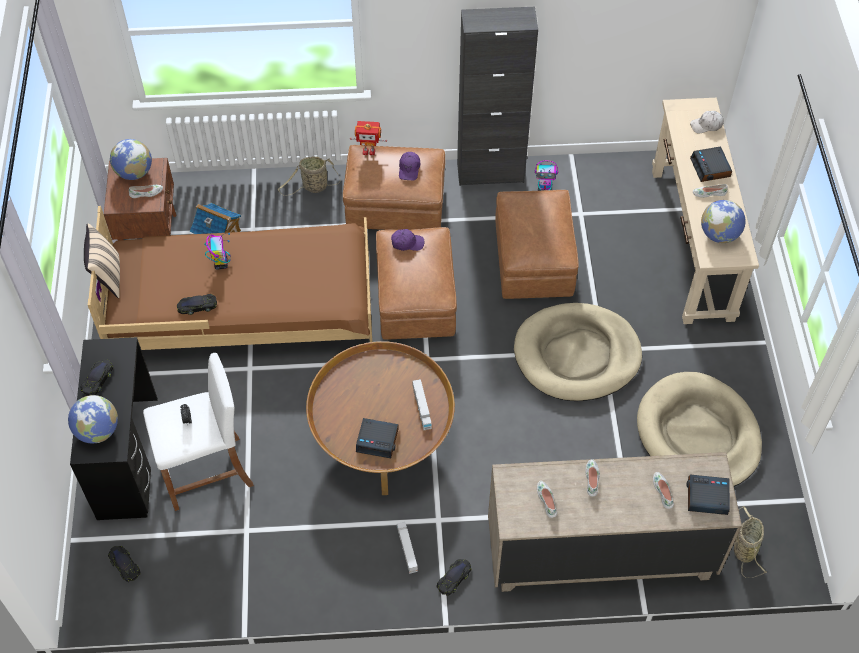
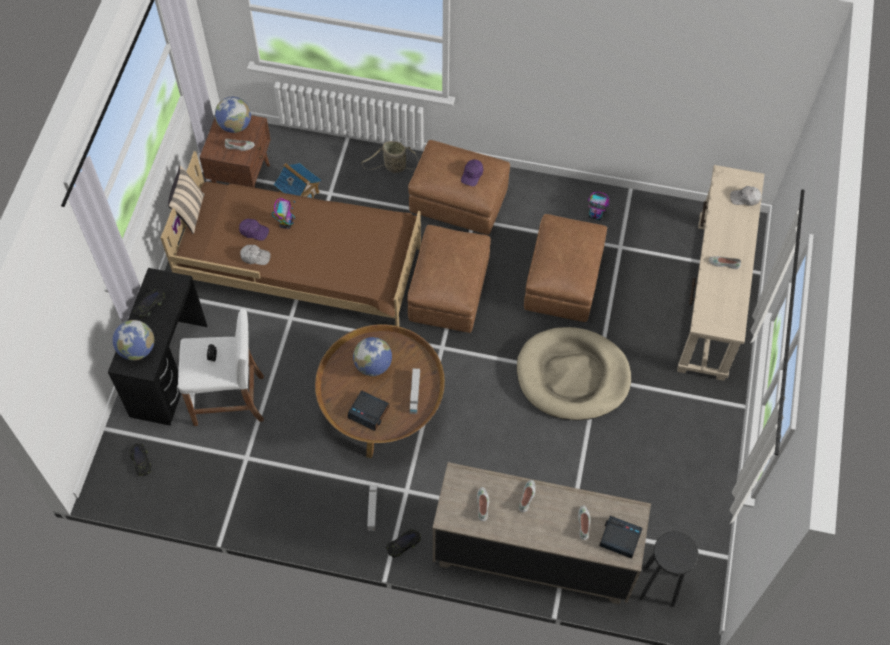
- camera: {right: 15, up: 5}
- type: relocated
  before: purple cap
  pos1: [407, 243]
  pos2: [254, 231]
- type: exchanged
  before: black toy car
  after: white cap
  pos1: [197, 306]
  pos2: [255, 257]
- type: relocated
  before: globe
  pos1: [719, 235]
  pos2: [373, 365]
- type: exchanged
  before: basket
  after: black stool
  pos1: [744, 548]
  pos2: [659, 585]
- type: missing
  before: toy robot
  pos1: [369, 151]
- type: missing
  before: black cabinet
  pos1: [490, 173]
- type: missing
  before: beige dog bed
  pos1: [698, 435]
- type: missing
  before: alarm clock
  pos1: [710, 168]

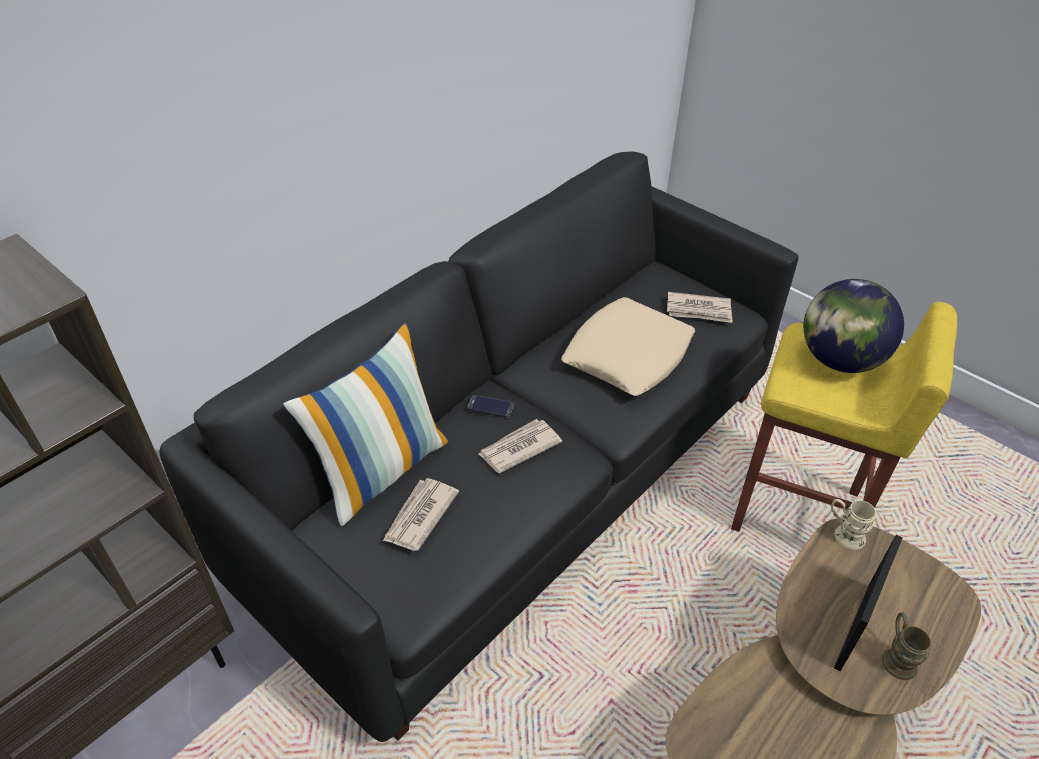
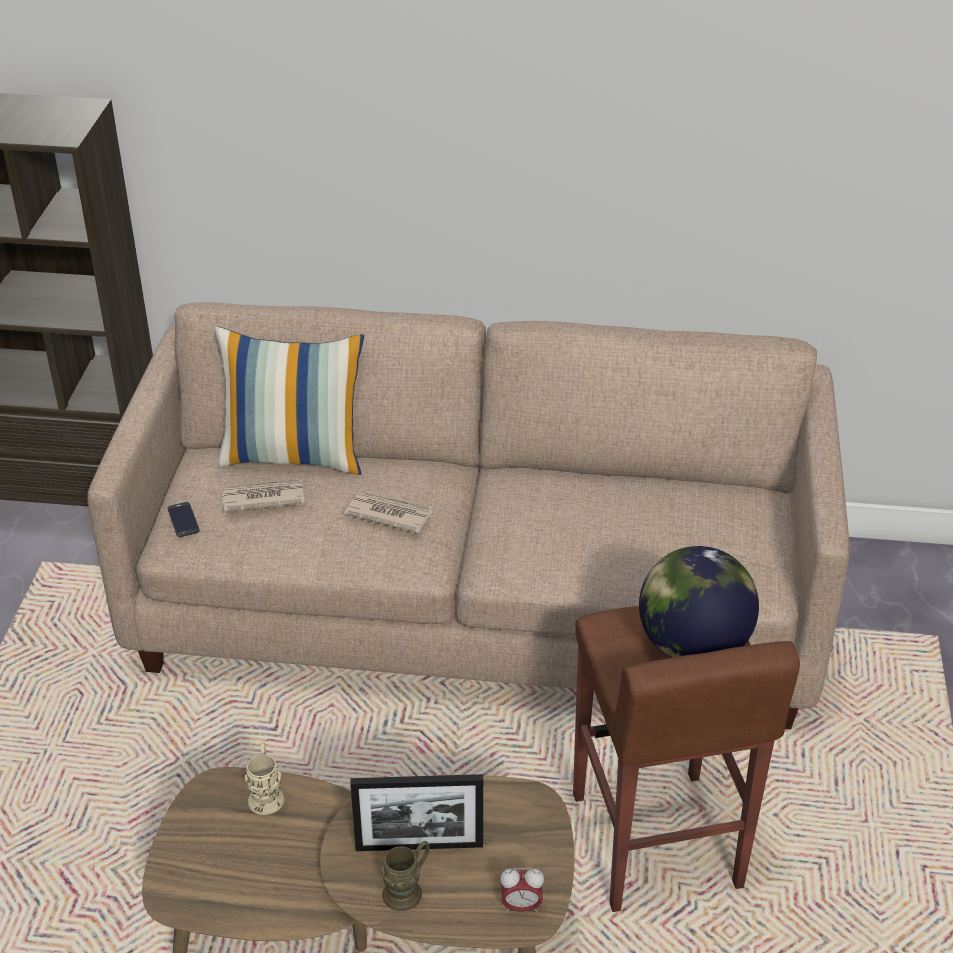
- camera: {right: 55, up: -5}
- type: colour
  before: black sofa
  after: beige sofa
  pos1: [518, 480]
  pos2: [478, 606]
- type: relocated
  before: phone
  pos1: [490, 406]
  pos2: [183, 520]
- type: relocated
  before: beige mug
  pos1: [844, 534]
  pos2: [266, 794]
- type: appeared
  after: alarm clock
  pos2: [521, 906]
- type: colour
  before: yellow stool
  after: brown stool
  pos1: [797, 513]
  pos2: [654, 843]
- type: missing
  before: beige pillow
  pos1: [628, 354]
- type: missing
  before: newspaper
  pos1: [699, 310]

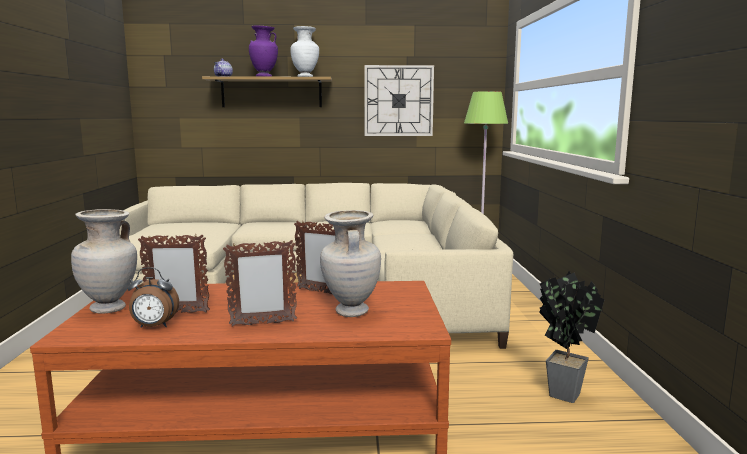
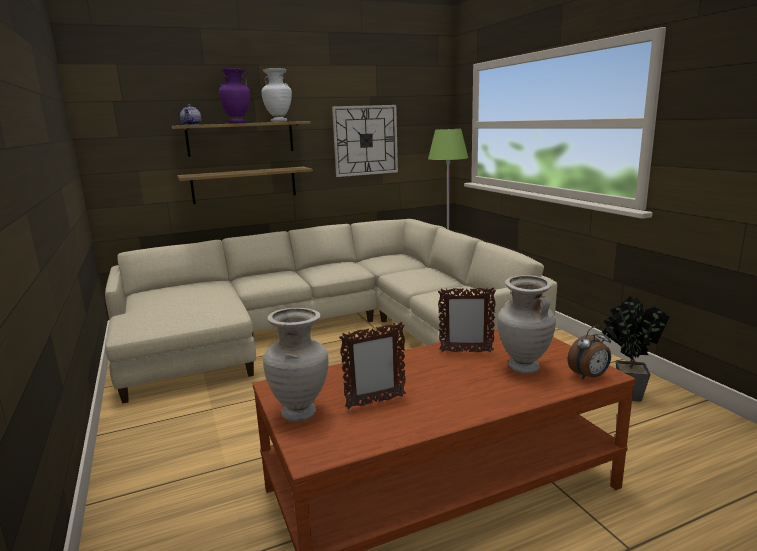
- camera: {right: -20, up: 5}
- type: appeared
  after: shelf
  pos2: [244, 185]
- type: relocated
  before: alarm clock
  pos1: [154, 326]
  pos2: [589, 376]
- type: missing
  before: picture frame
  pos1: [262, 323]

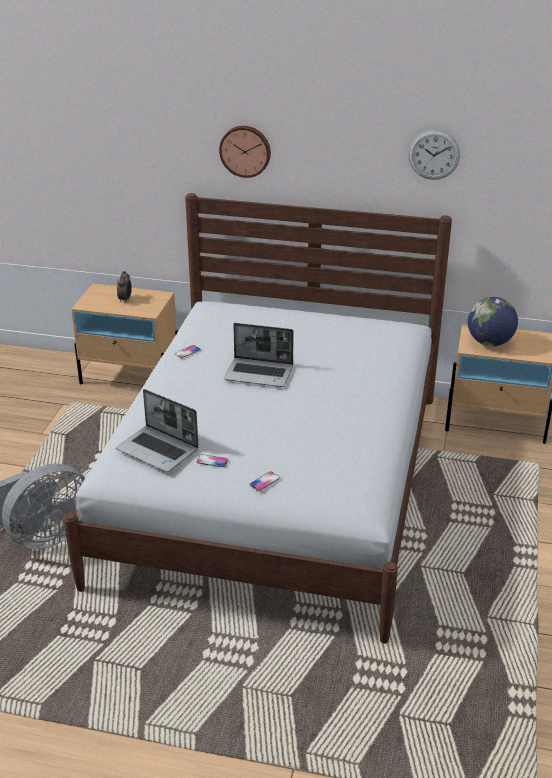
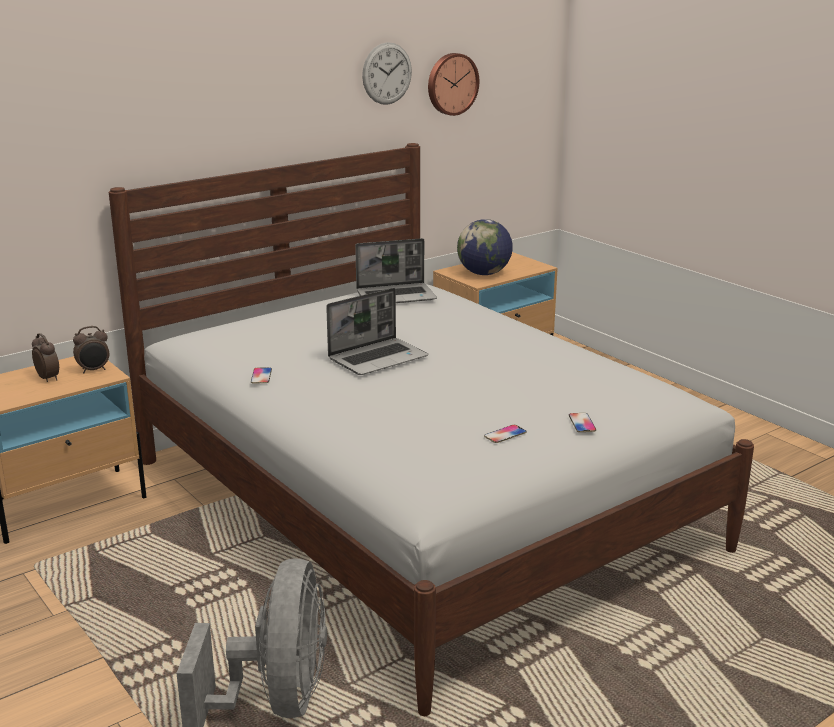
- camera: {right: -50, up: -10}
- type: appeared
  after: alarm clock
  pos2: [94, 370]
- type: relocated
  before: laptop
  pos1: [158, 450]
  pos2: [397, 296]
- type: relocated
  before: wall clock
  pos1: [245, 150]
  pos2: [451, 84]

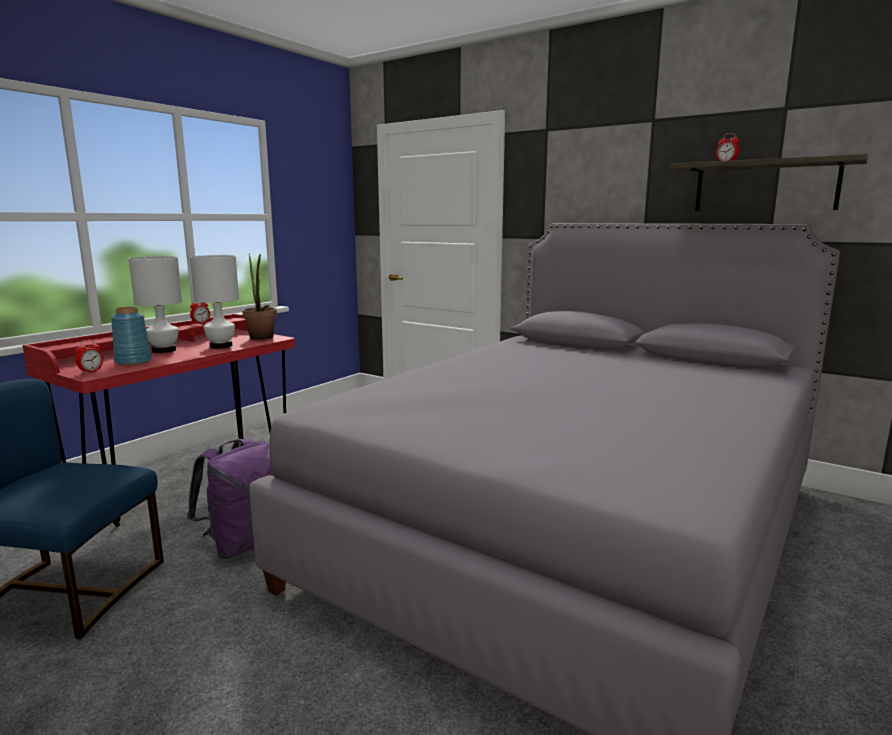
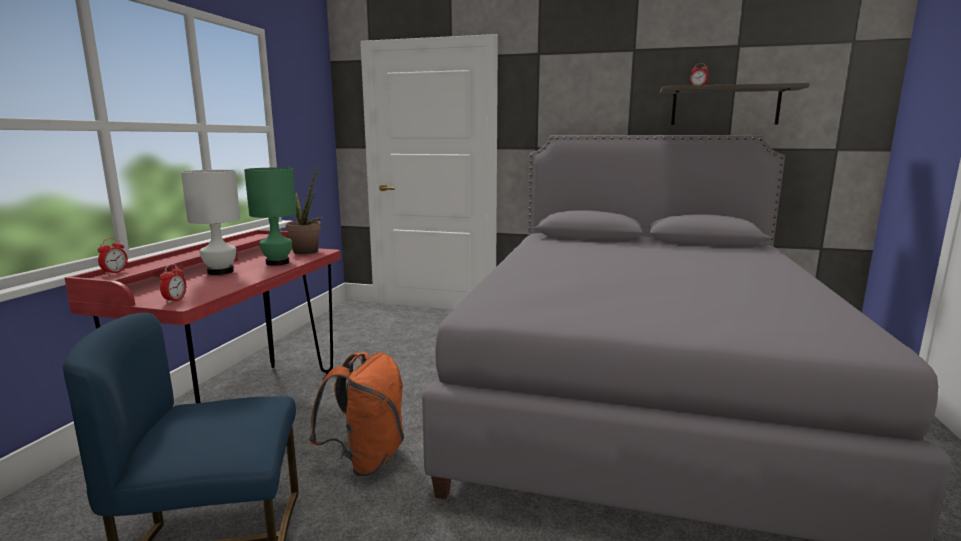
- camera: {right: -20, up: 0}
- type: relocated
  before: alarm clock
  pos1: [201, 323]
  pos2: [115, 272]
- type: colour
  before: white table lamp
  after: green table lamp
  pos1: [220, 346]
  pos2: [277, 263]
- type: colour
  before: purple backpack
  after: orange backpack
  pos1: [242, 544]
  pos2: [366, 459]
- type: missing
  before: blue vase
  pos1: [132, 362]

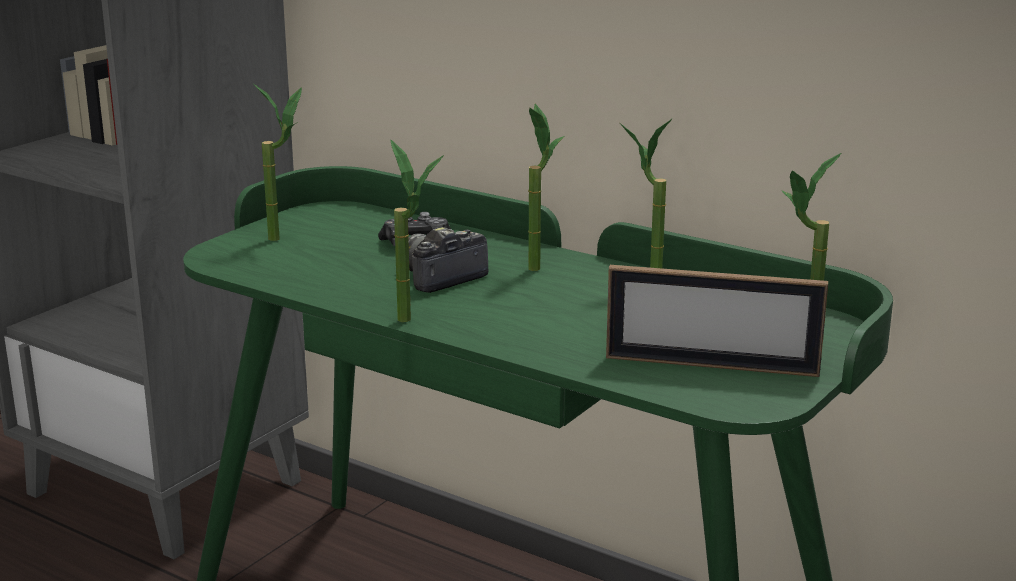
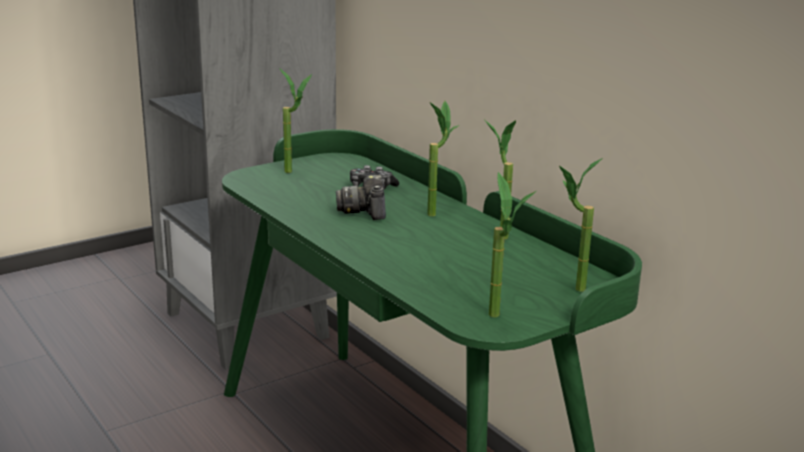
- camera: {right: 20, up: 0}
- type: spun
  before: photo camera
  pos1: [440, 278]
  pos2: [365, 211]
  turn: -75
- type: relocated
  before: potted plant
  pos1: [416, 322]
  pos2: [502, 319]
- type: missing
  before: picture frame
  pos1: [711, 365]

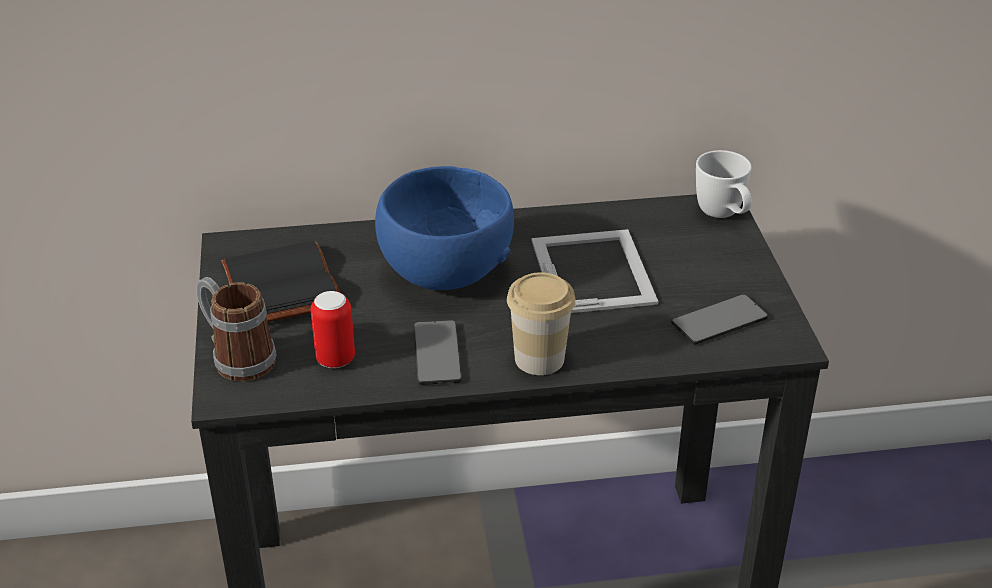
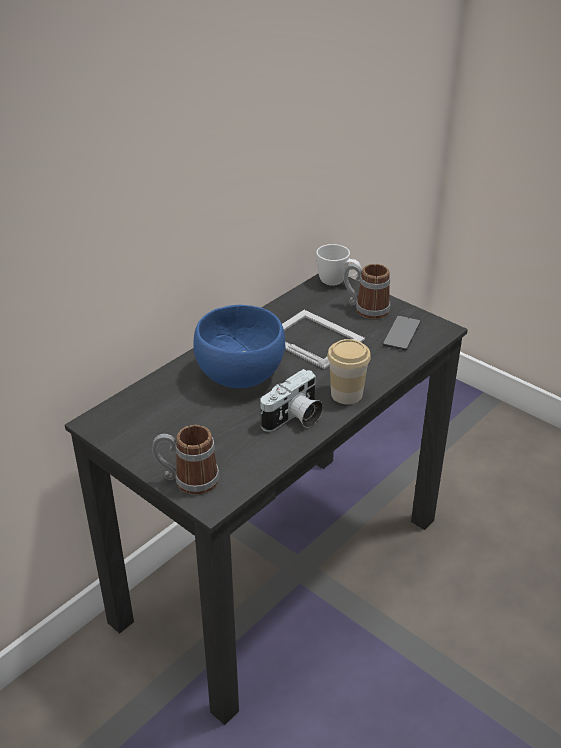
- camera: {right: -40, up: 0}
- type: exchanged
  before: phone
  after: photo camera
  pos1: [437, 354]
  pos2: [294, 419]
- type: appeared
  after: mug
  pos2: [365, 308]
- type: missing
  before: black book
  pos1: [285, 287]
- type: missing
  before: can
  pos1: [335, 359]

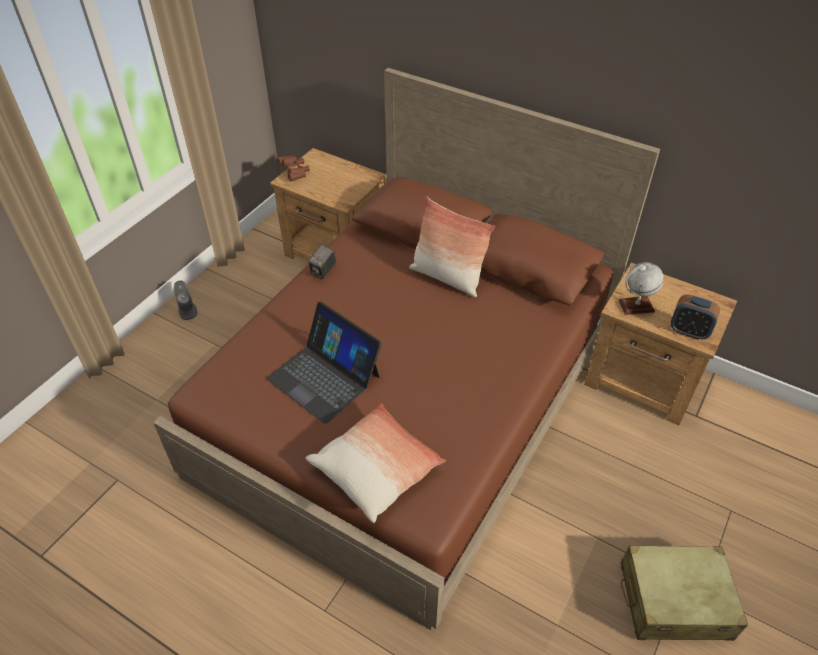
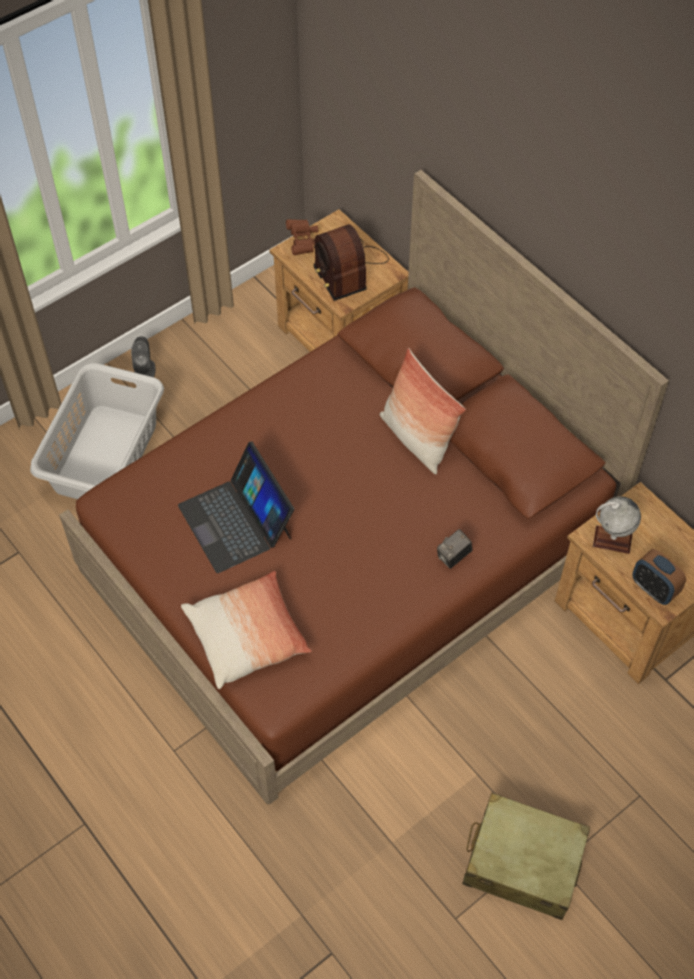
- camera: {right: 20, up: 10}
- type: appeared
  after: grey laundry basket
  pos2: [107, 455]
- type: appeared
  after: radio
  pos2: [347, 269]
- type: relocated
  before: photo camera
  pos1: [323, 271]
  pos2: [453, 557]

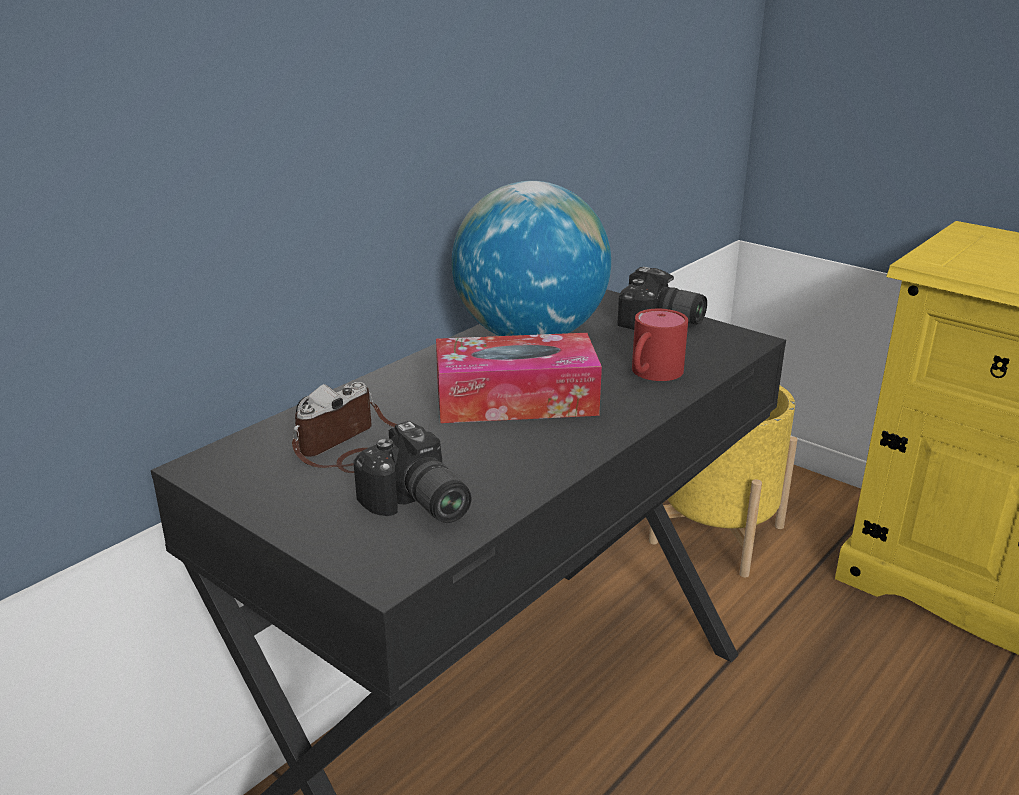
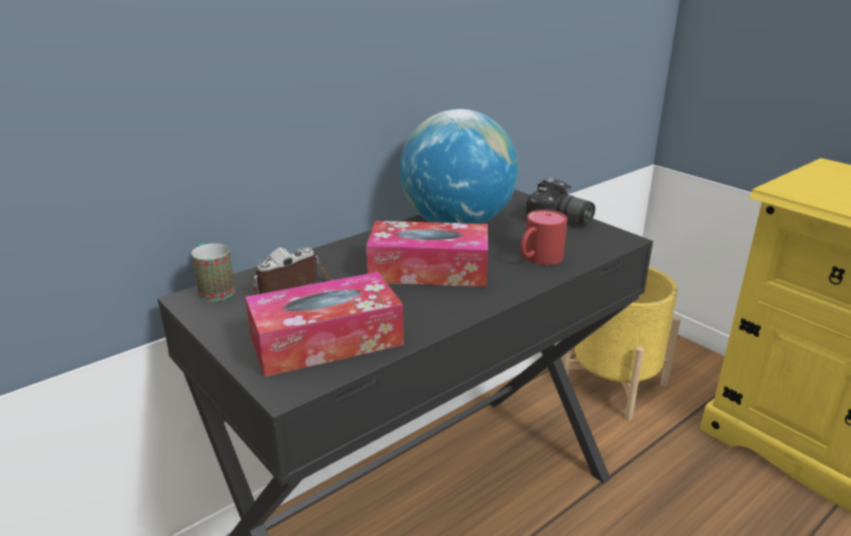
- camera: {right: 10, up: 0}
- type: appeared
  after: mug
  pos2: [214, 289]
- type: exchanged
  before: photo camera
  after: tissue box
  pos1: [416, 506]
  pos2: [326, 341]

